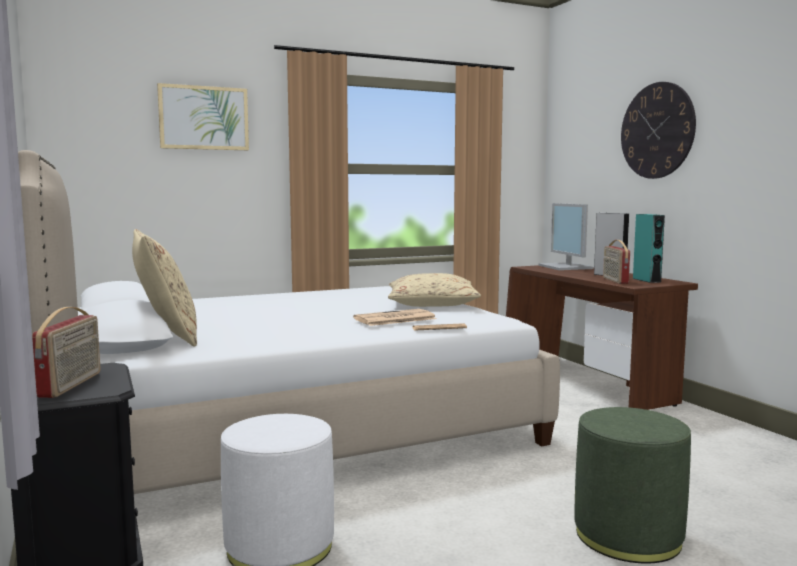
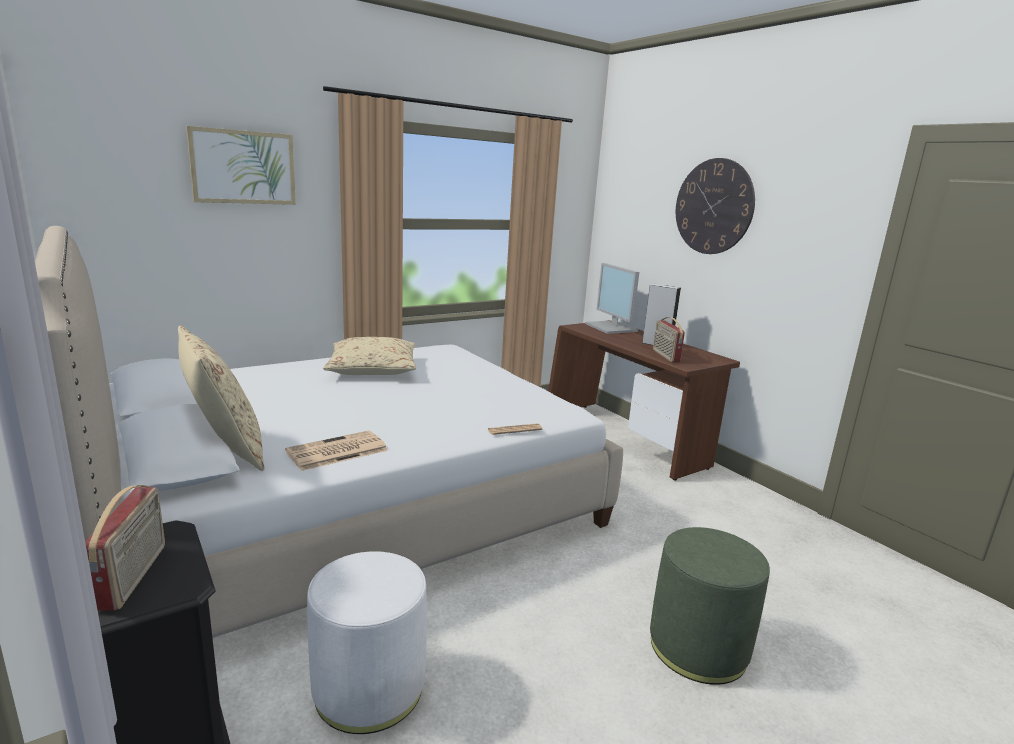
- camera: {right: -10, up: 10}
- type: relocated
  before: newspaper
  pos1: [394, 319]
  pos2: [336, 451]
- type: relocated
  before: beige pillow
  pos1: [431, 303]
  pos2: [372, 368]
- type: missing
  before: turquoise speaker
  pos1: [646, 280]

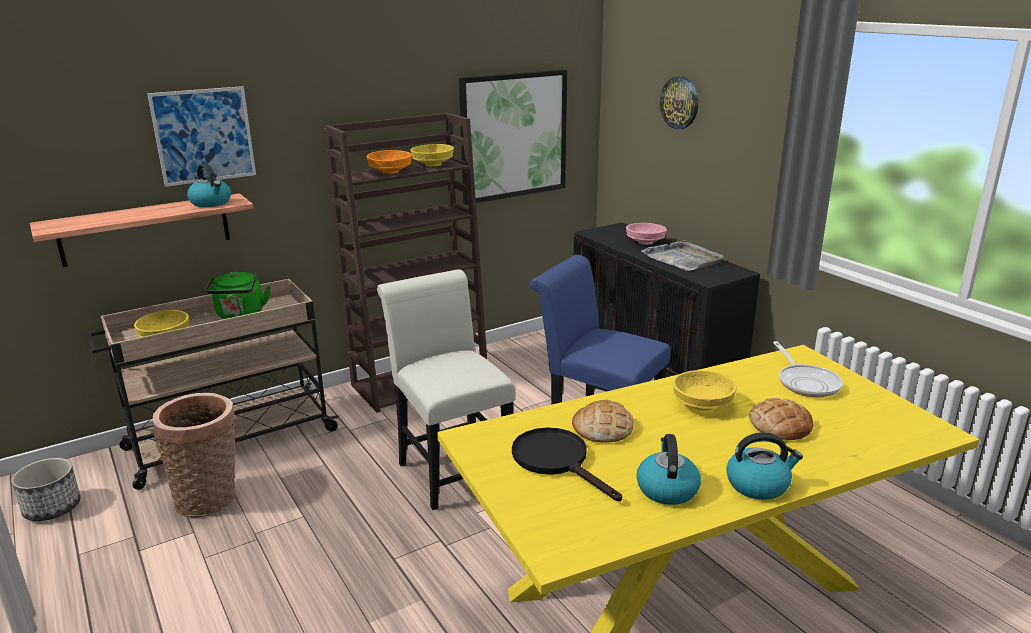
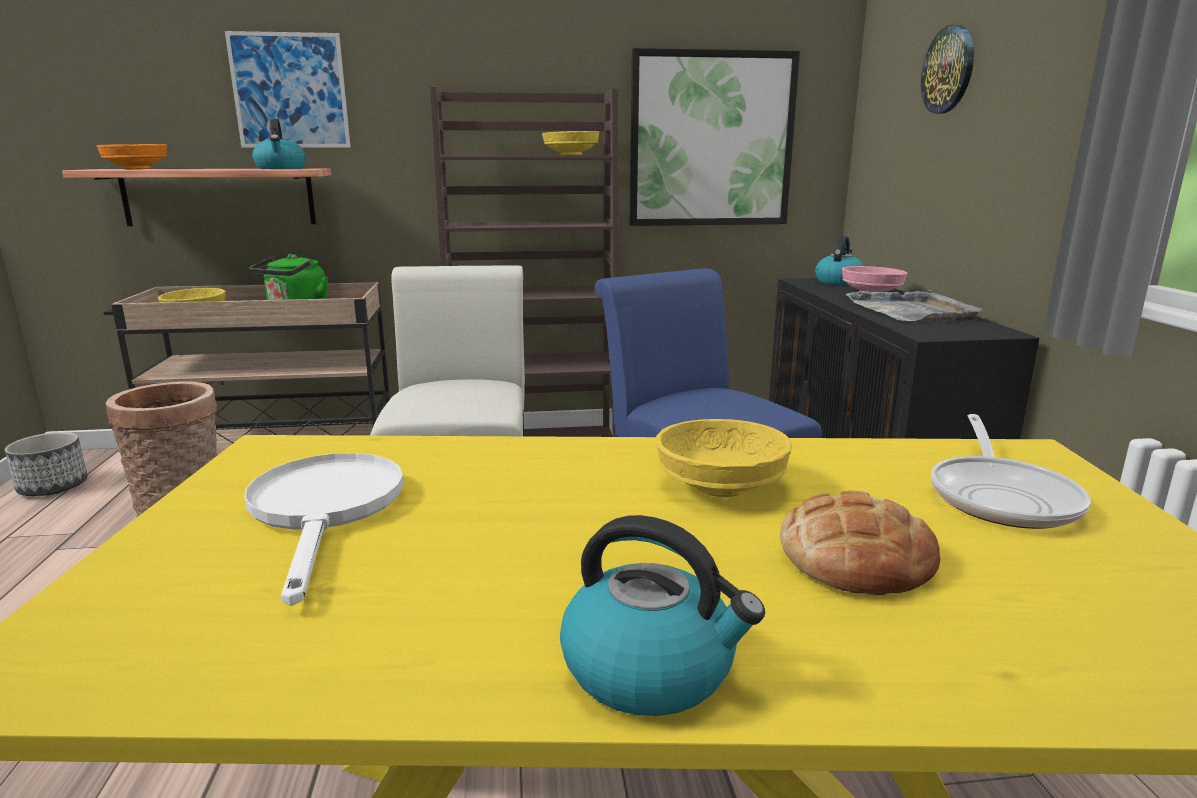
- camera: {right: 25, up: -5}
- type: relocated
  before: orange bowl
  pos1: [389, 172]
  pos2: [136, 169]
- type: colour
  before: black frying pan
  after: white frying pan
  pos1: [557, 461]
  pos2: [326, 510]
- type: relocated
  before: kettle
  pos1: [666, 489]
  pos2: [838, 282]
- type: missing
  before: bread
  pos1: [602, 428]

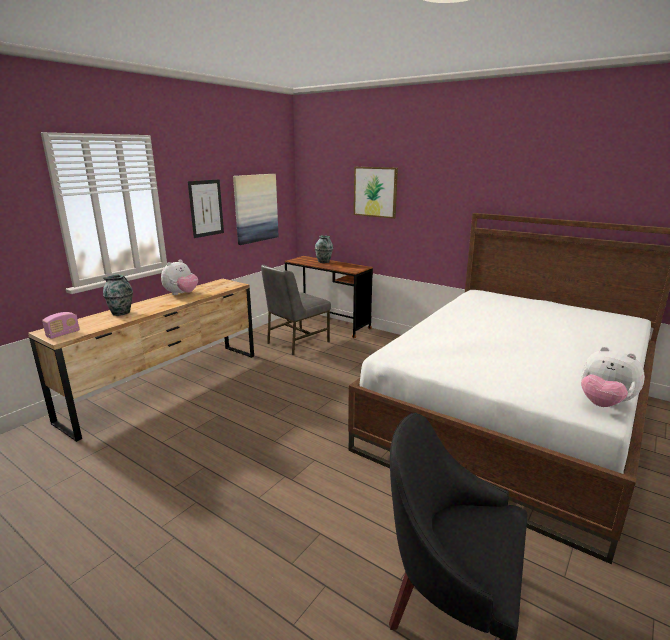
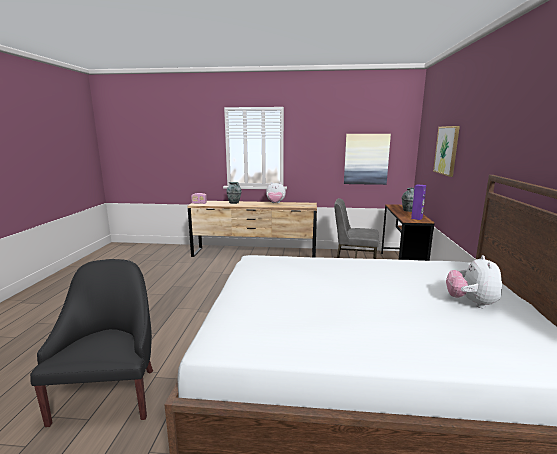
- camera: {right: 60, up: -5}
- type: appeared
  after: purple speaker
  pos2: [417, 218]
- type: relocated
  before: plush toy
  pos1: [604, 404]
  pos2: [471, 303]
- type: missing
  before: picture
  pos1: [206, 208]

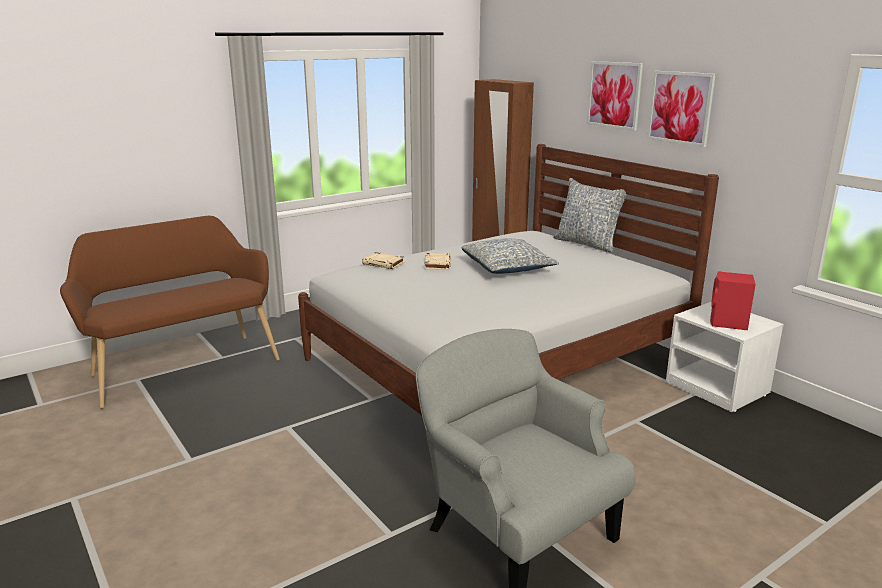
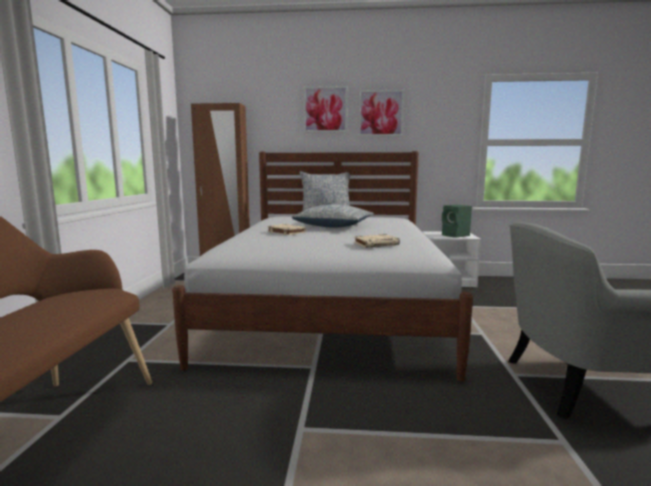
- camera: {right: -50, up: -10}
- type: relocated
  before: beige book
  pos1: [384, 263]
  pos2: [376, 244]
- type: colour
  before: red speaker
  after: green speaker
  pos1: [728, 323]
  pos2: [456, 235]

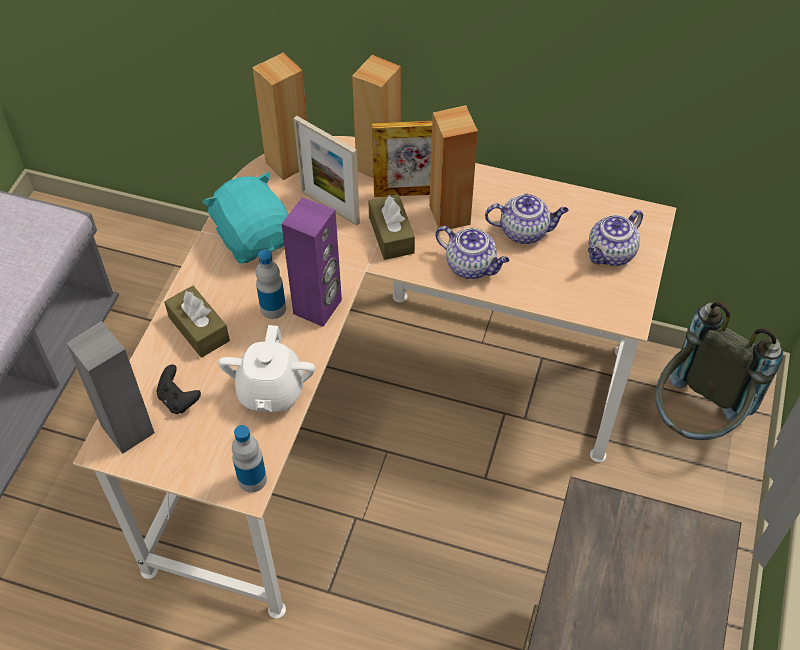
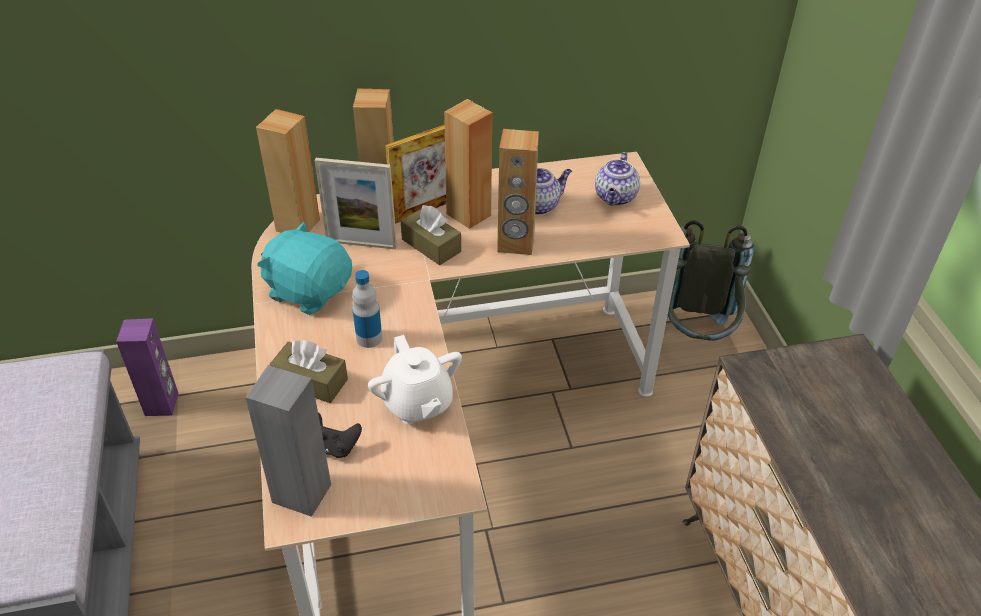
- camera: {right: -30, up: -10}
- type: relocated
  before: purple speaker
  pos1: [318, 307]
  pos2: [162, 404]
- type: exchanged
  before: teapot
  after: brown speaker
  pos1: [471, 266]
  pos2: [516, 244]
- type: missing
  before: bottle
  pos1: [252, 479]

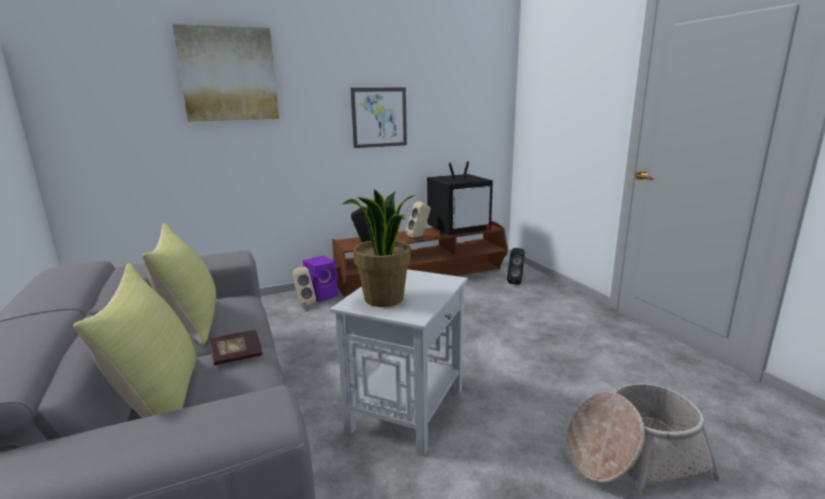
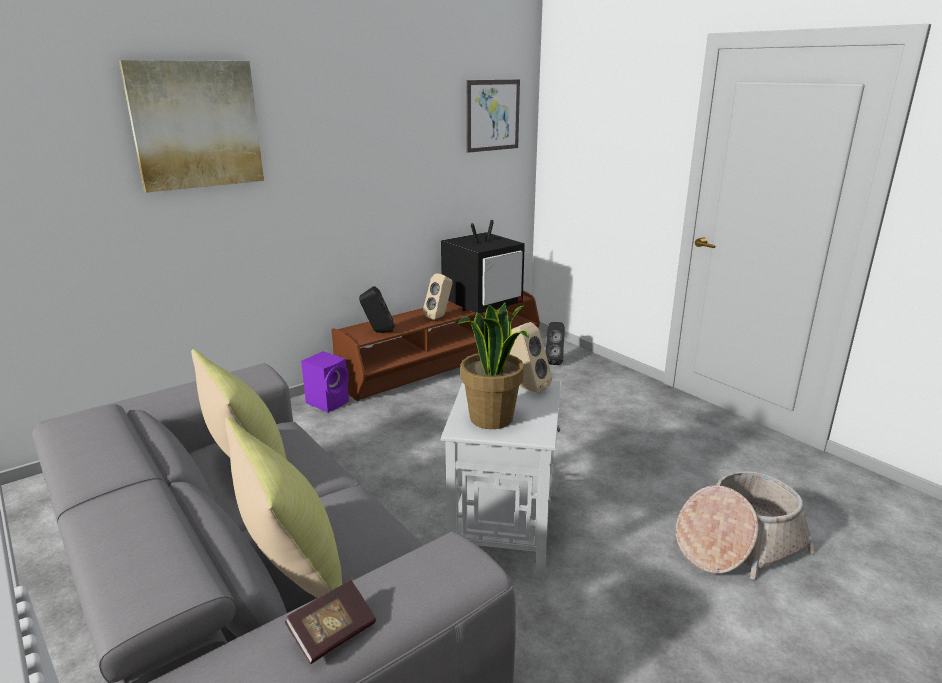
- camera: {right: -15, up: 5}
- type: relocated
  before: book
  pos1: [237, 356]
  pos2: [333, 633]
- type: relocated
  before: picture
  pos1: [379, 117]
  pos2: [492, 115]
- type: relocated
  before: beige speaker
  pos1: [303, 304]
  pos2: [525, 388]

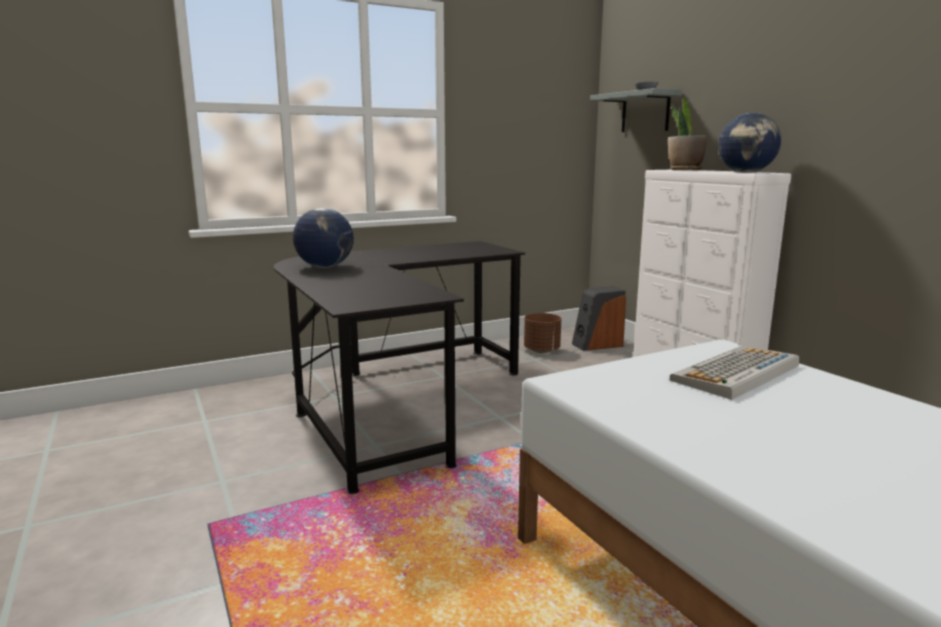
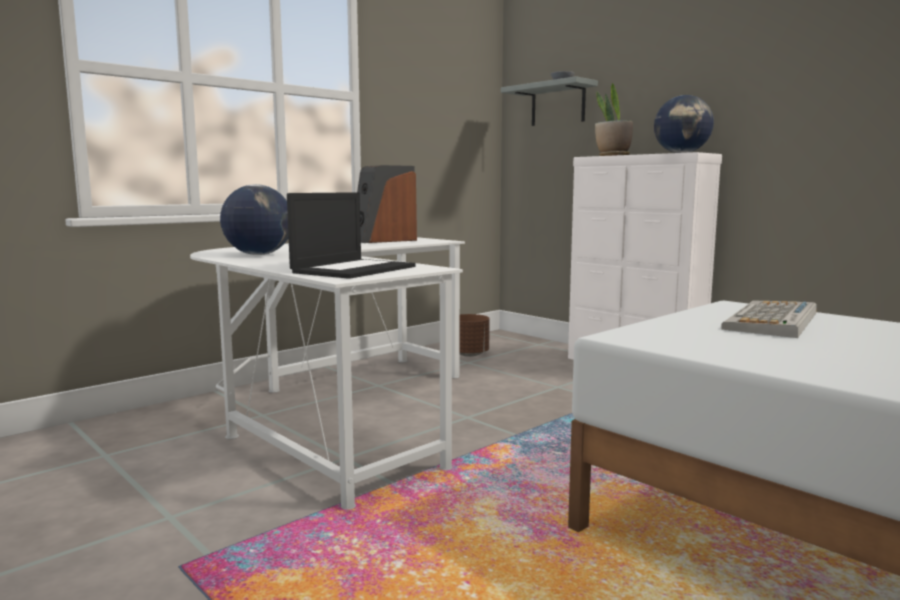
- camera: {right: -15, up: -5}
- type: colour
  before: black desk
  after: white desk
  pos1: [394, 401]
  pos2: [338, 412]
- type: appeared
  after: laptop
  pos2: [354, 269]
- type: relocated
  before: speaker
  pos1: [597, 345]
  pos2: [383, 240]

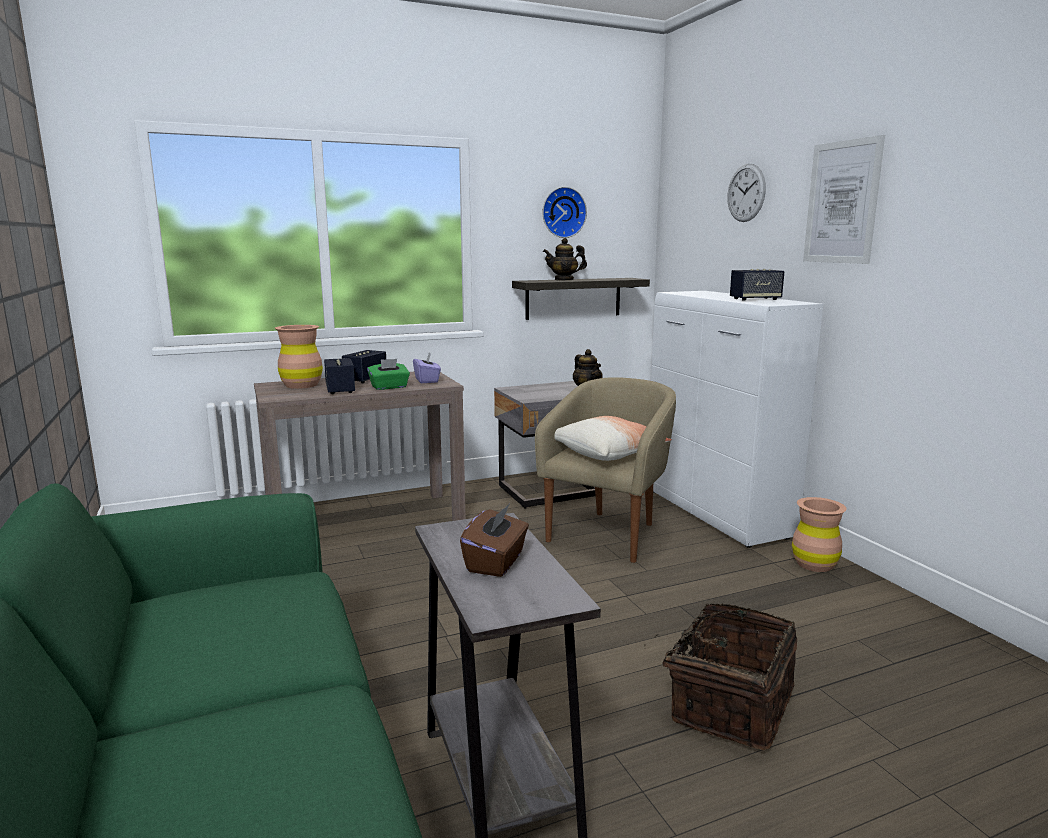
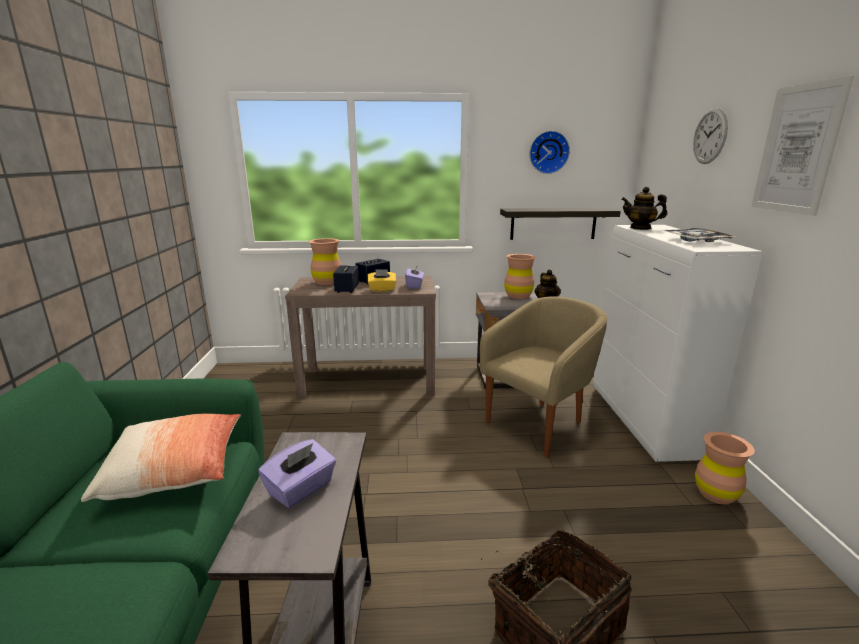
- camera: {right: 20, up: 5}
- type: relocated
  before: pillow
  pos1: [608, 453]
  pos2: [175, 470]
- type: colour
  before: brown tissue box
  after: purple tissue box
  pos1: [496, 562]
  pos2: [301, 489]
- type: colour
  before: green tissue box
  after: yellow tissue box
  pos1: [389, 387]
  pos2: [382, 290]
- type: appeared
  after: brown vase
  pos2: [518, 296]
- type: relocated
  before: teapot
  pos1: [564, 280]
  pos2: [640, 228]
- type: exchanged
  before: speaker
  after: tray
  pos1: [755, 299]
  pos2: [695, 240]

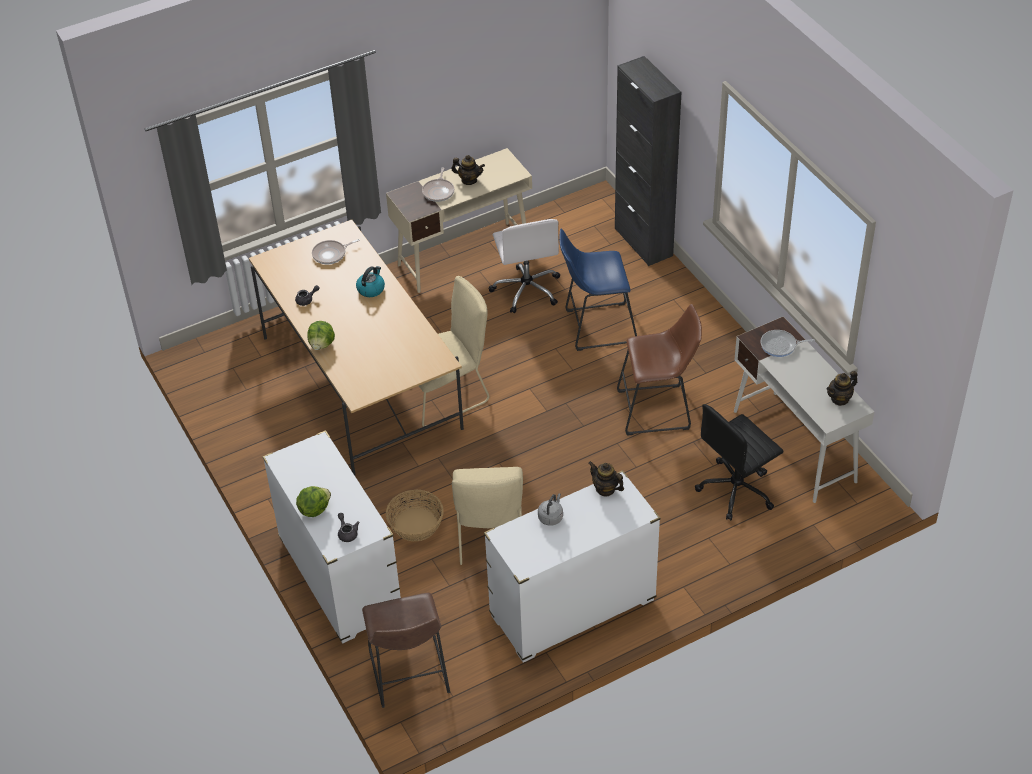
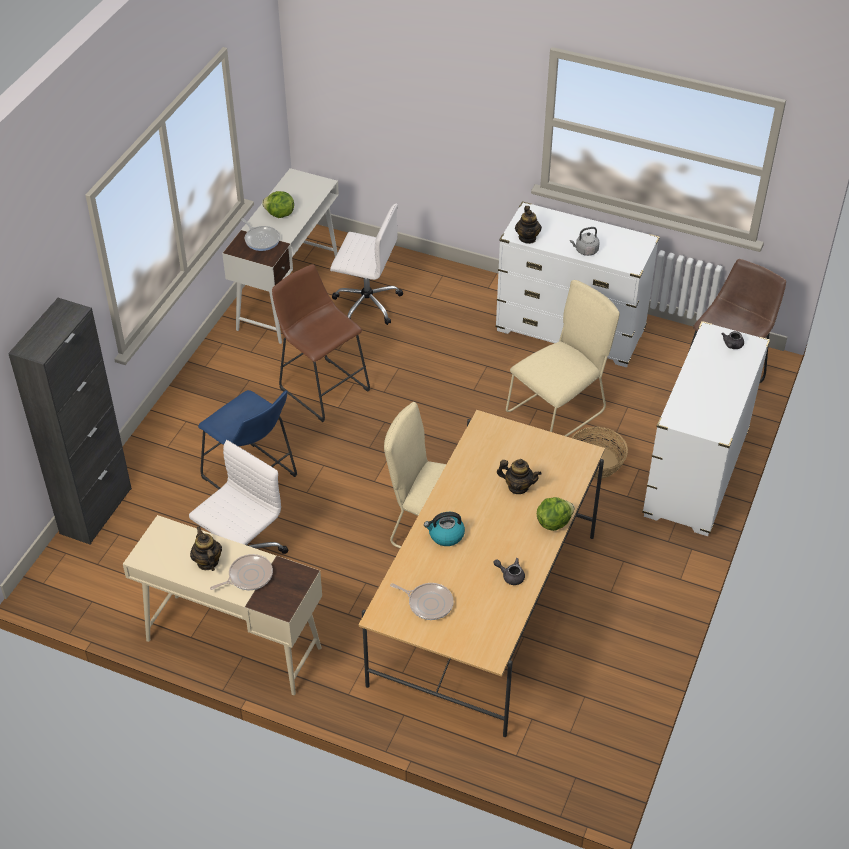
- camera: {right: -130, up: 0}
- type: relocated
  before: lettuce
  pos1: [314, 509]
  pos2: [279, 214]
- type: colour
  before: black office chair
  after: white office chair
  pos1: [737, 490]
  pos2: [366, 303]
- type: relocated
  before: teapot
  pos1: [840, 399]
  pos2: [518, 487]

